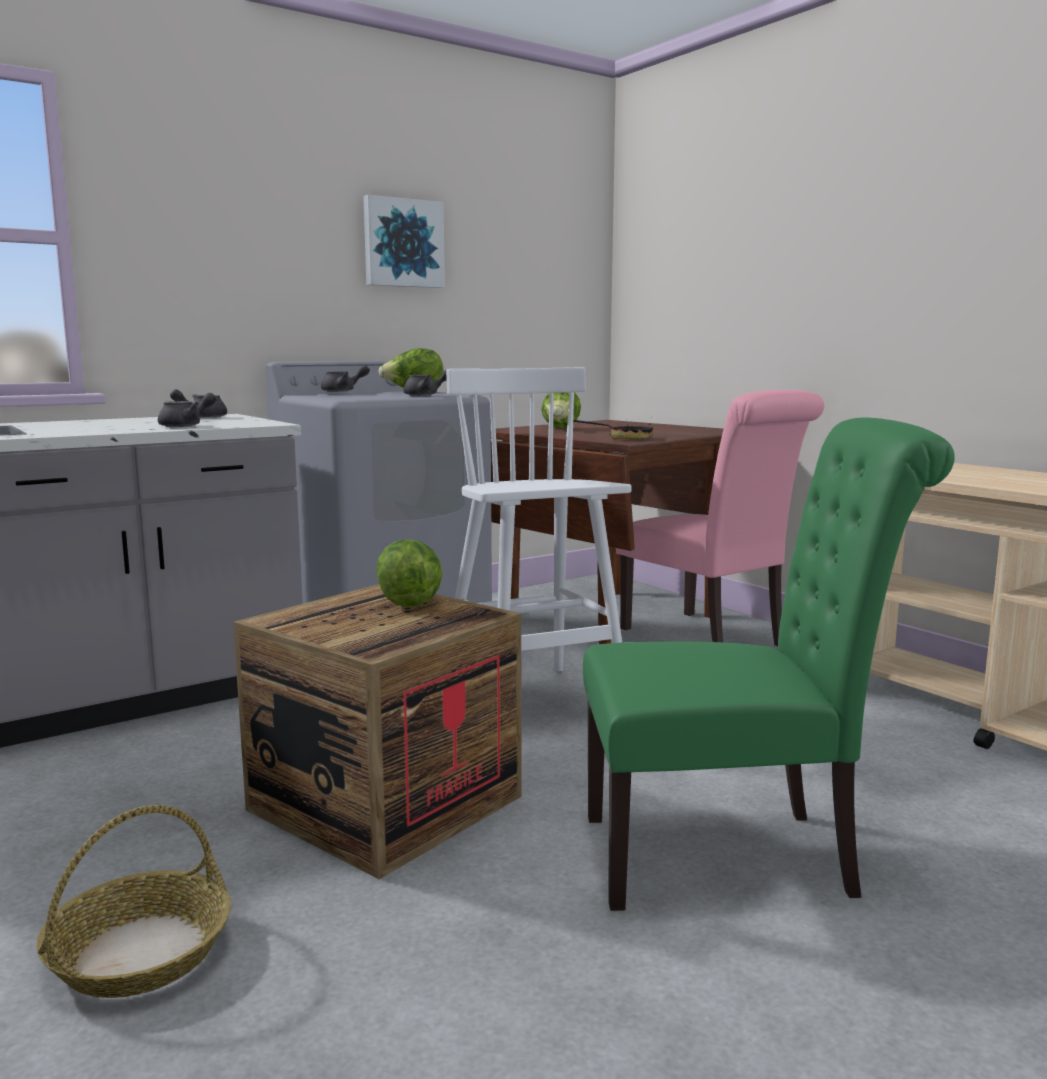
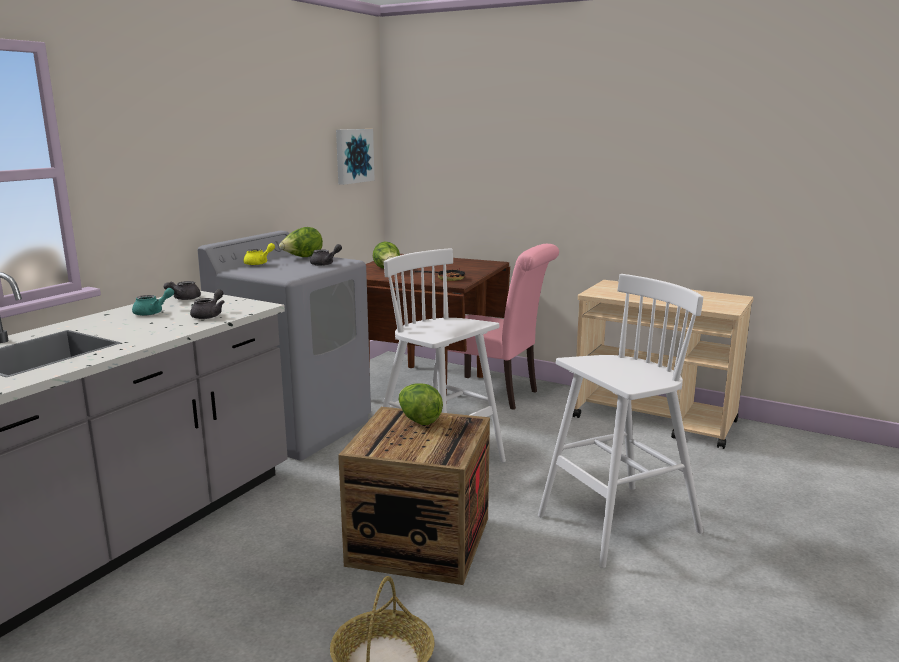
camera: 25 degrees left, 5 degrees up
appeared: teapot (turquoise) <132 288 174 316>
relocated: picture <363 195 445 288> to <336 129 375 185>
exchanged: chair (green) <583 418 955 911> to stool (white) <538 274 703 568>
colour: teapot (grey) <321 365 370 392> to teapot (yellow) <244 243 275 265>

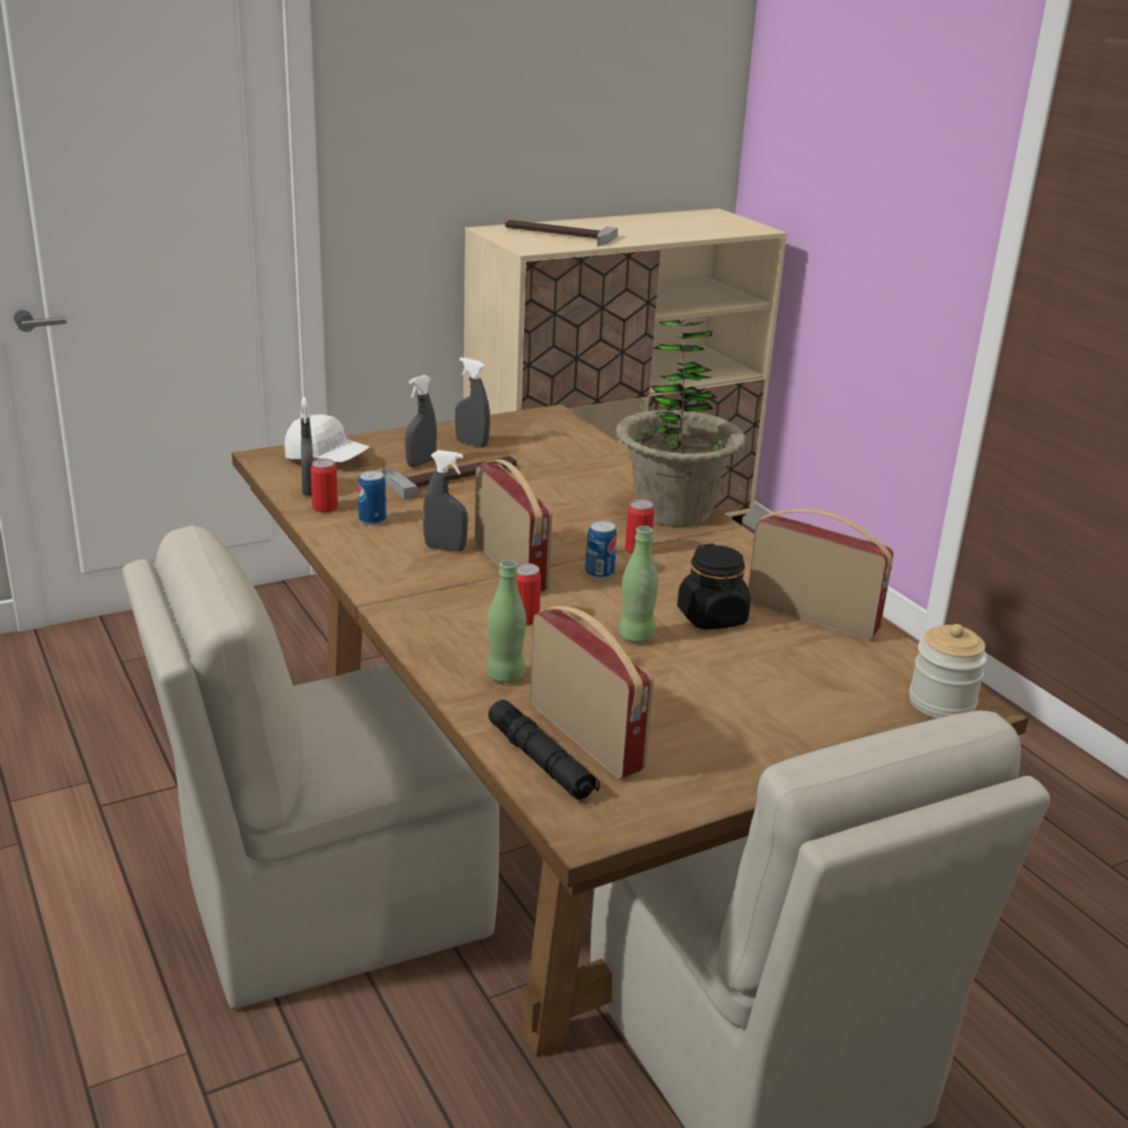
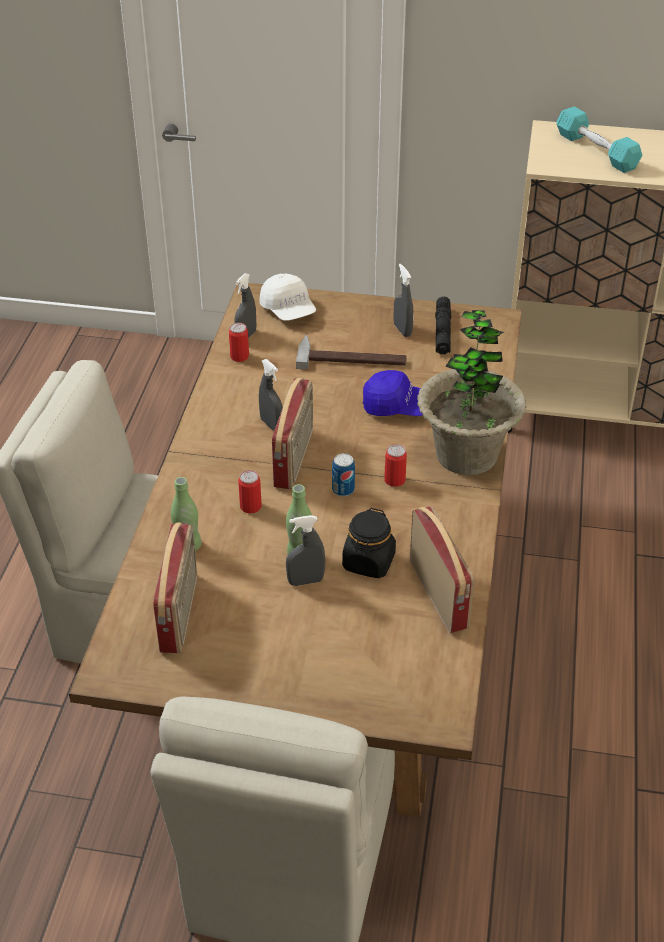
camera: 40 degrees right, 15 degrees up
missing: can <358 471 386 525>; jar <909 624 988 718>
appeared: cap (blue) <363 370 423 416>
relocated: spray bottle (grey) <405 375 437 467> to <286 515 326 586>; flashlight (black) <488 699 600 800> to <435 296 451 354>
exchanged: hammer <505 220 618 246> to dumbbell (turquoise) <557 107 642 173>

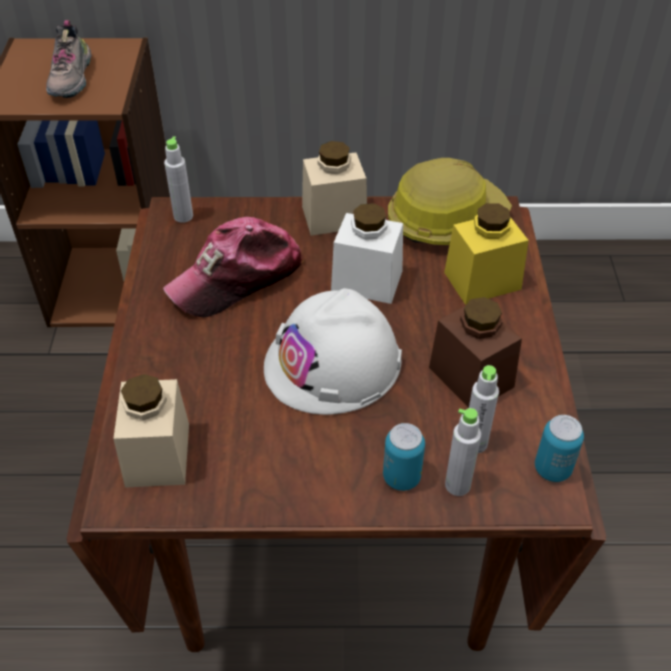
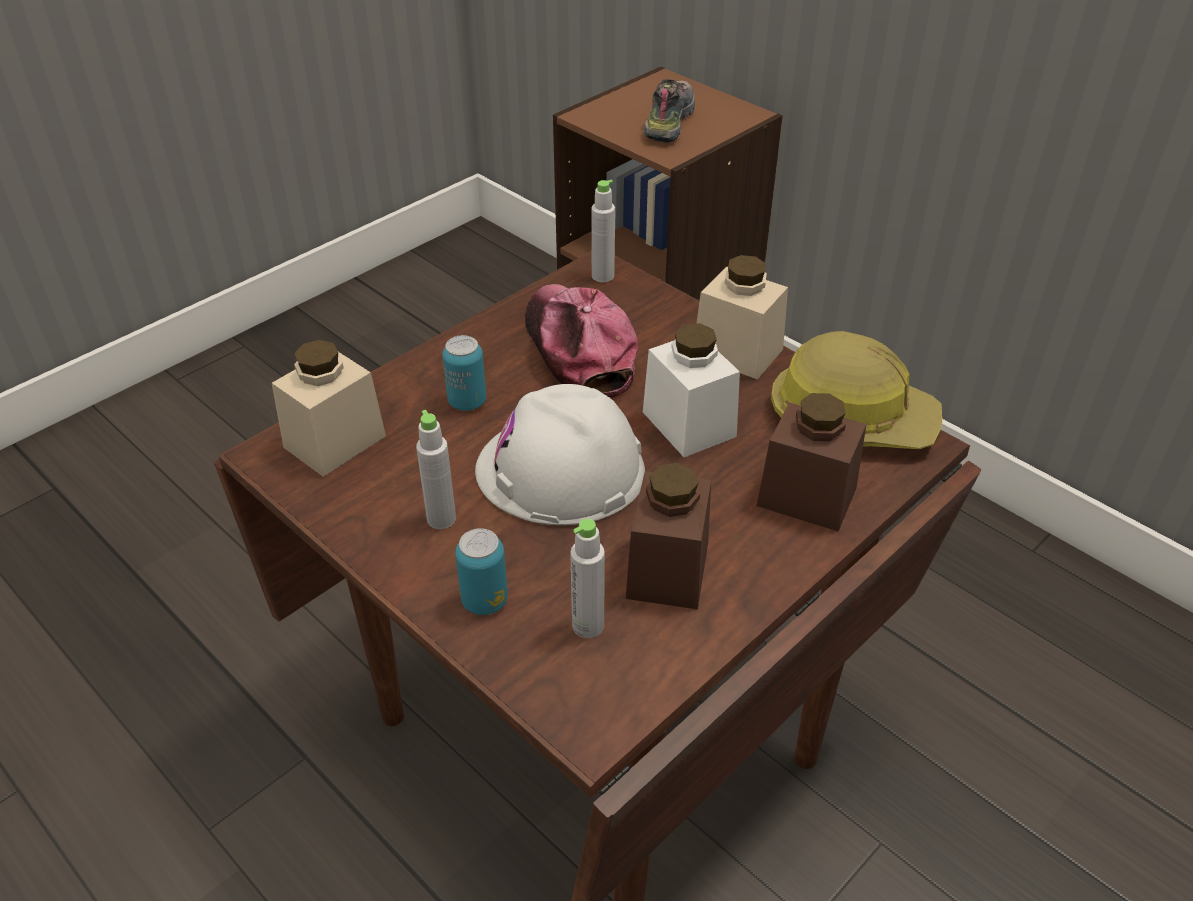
camera: 45 degrees right, 5 degrees down
relocated: bottle (grey) <445 408 481 496> to <416 410 456 529>; can <535 415 584 482> to <442 335 486 411>
colour: jar (yellow) <444 203 529 305> to jar (brown) <757 393 866 532>
spun: shoe <46 20 92 98> = <644 79 695 143> 150 degrees clockwise; cap <163 217 304 318> = <525 284 638 399> 60 degrees clockwise

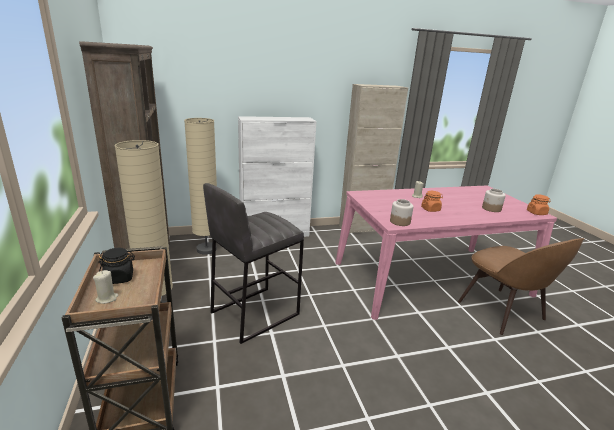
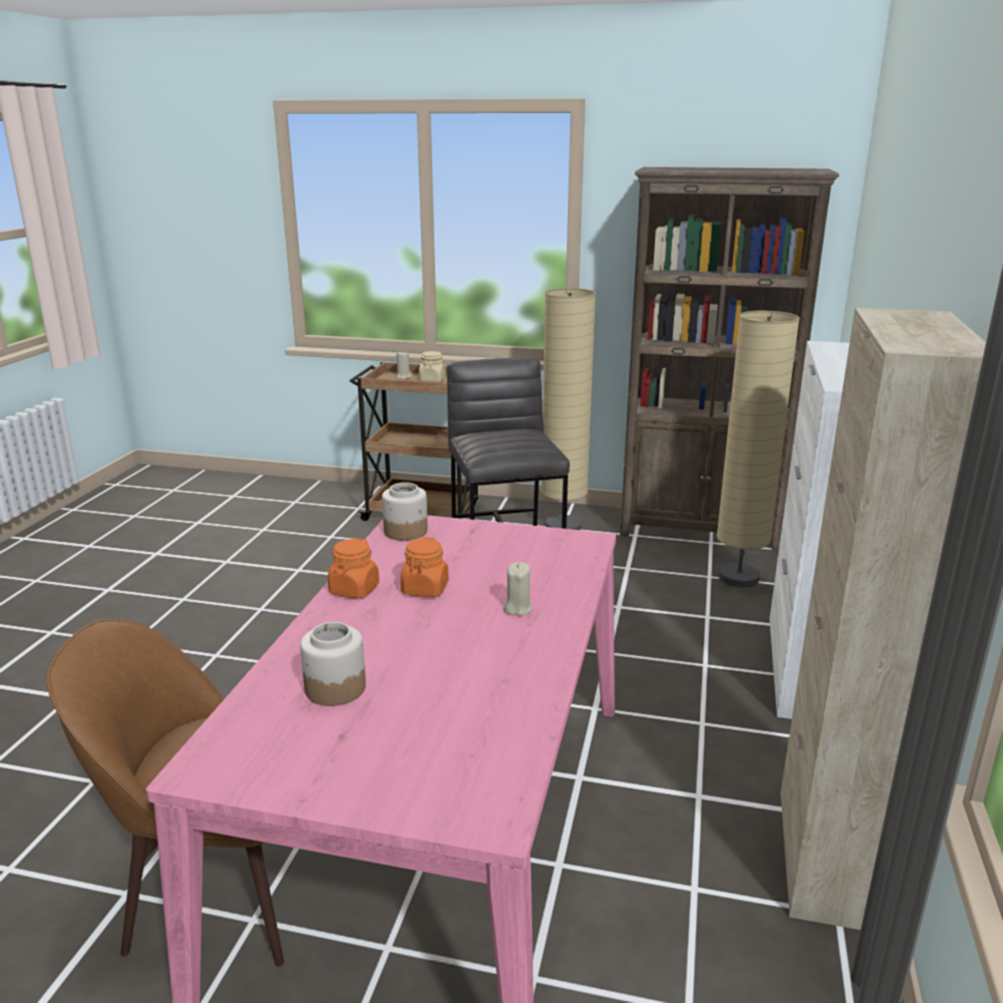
camera: 120 degrees right, 0 degrees up
relocated: jar (orange) <527 194 551 215> to <328 538 379 598>
colour: jar (black) <98 248 135 284> to jar (beige) <419 351 445 382>

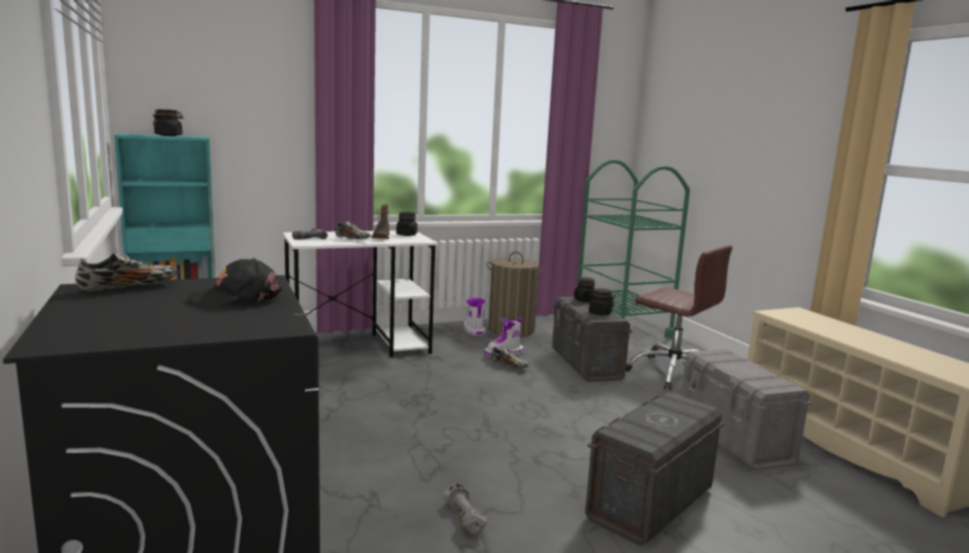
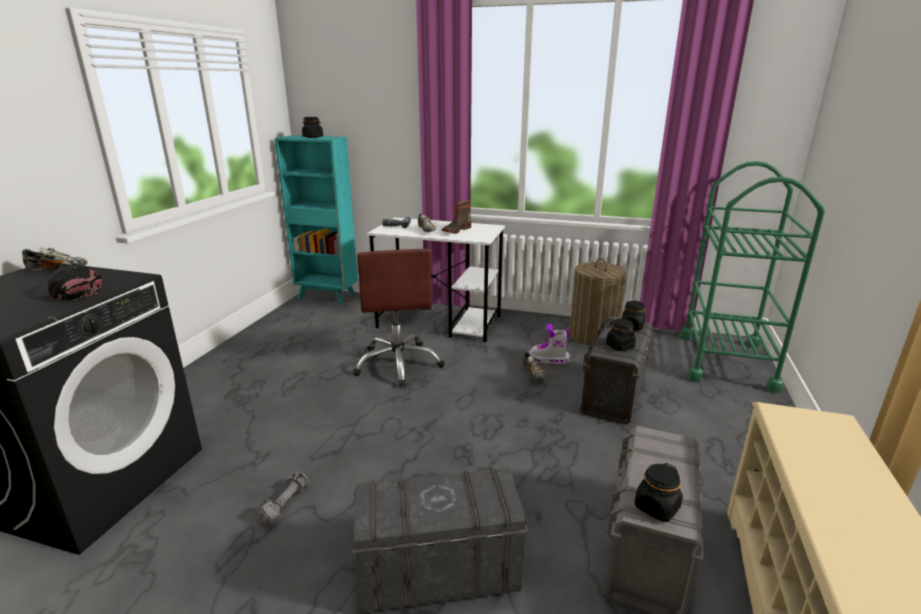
camera: 40 degrees right, 10 degrees up
missing: boot <463 297 486 336>
relocated: jar (black) <396 212 418 236> to <634 463 683 522>; office chair (brown) <626 245 733 390> to <352 249 445 388>

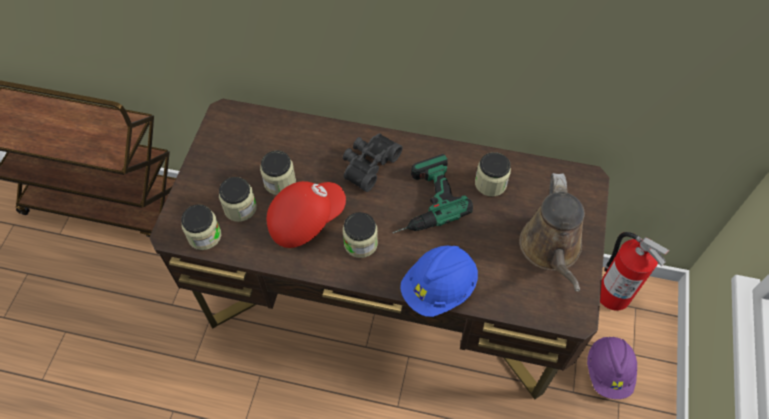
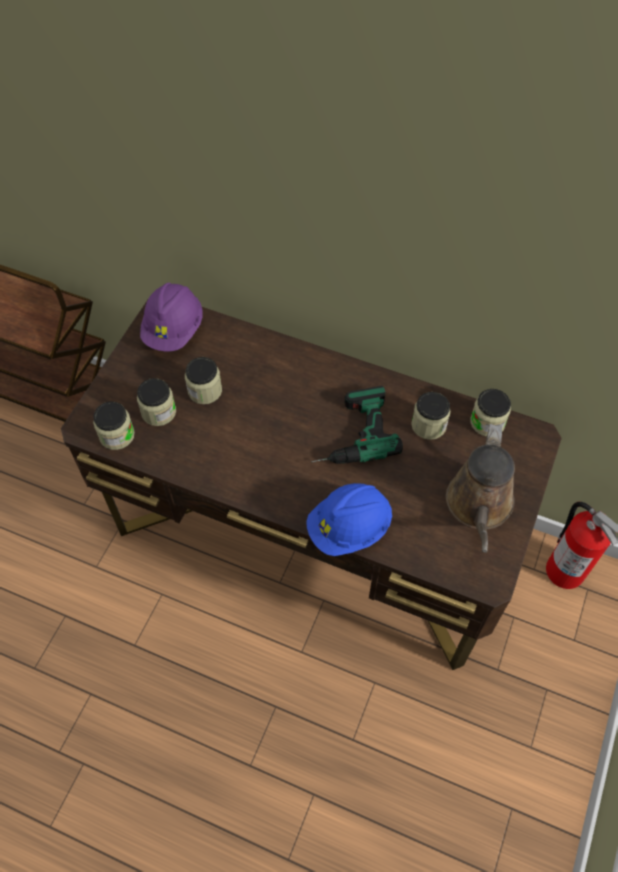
camera: 10 degrees right, 0 degrees up
missing: binoculars (black) <343 133 402 192>; cap (red) <267 181 346 248>
relocated: jar <343 212 378 258> to <470 389 511 436>; hard hat (purple) <587 337 637 399> to <140 283 203 351>

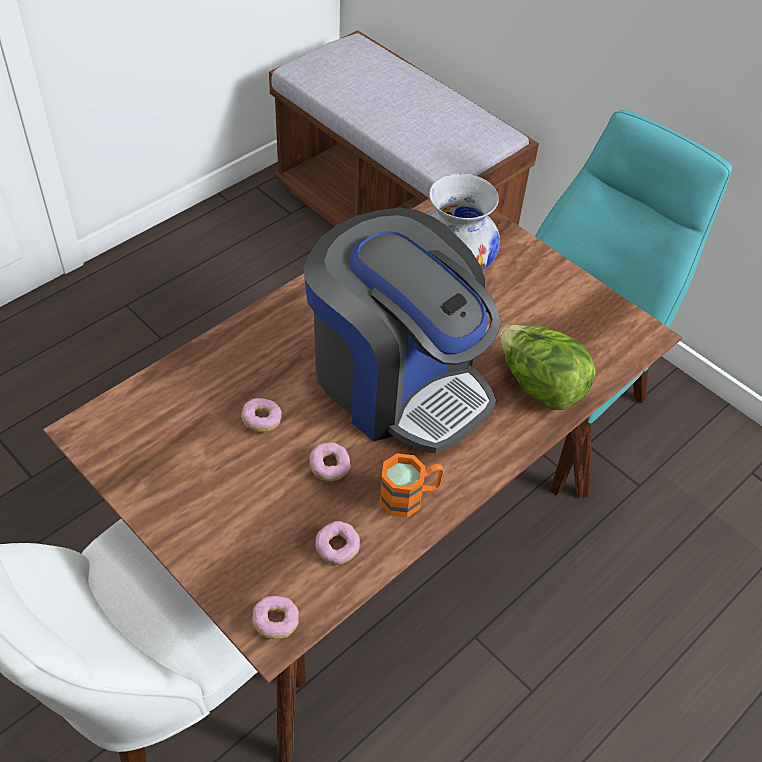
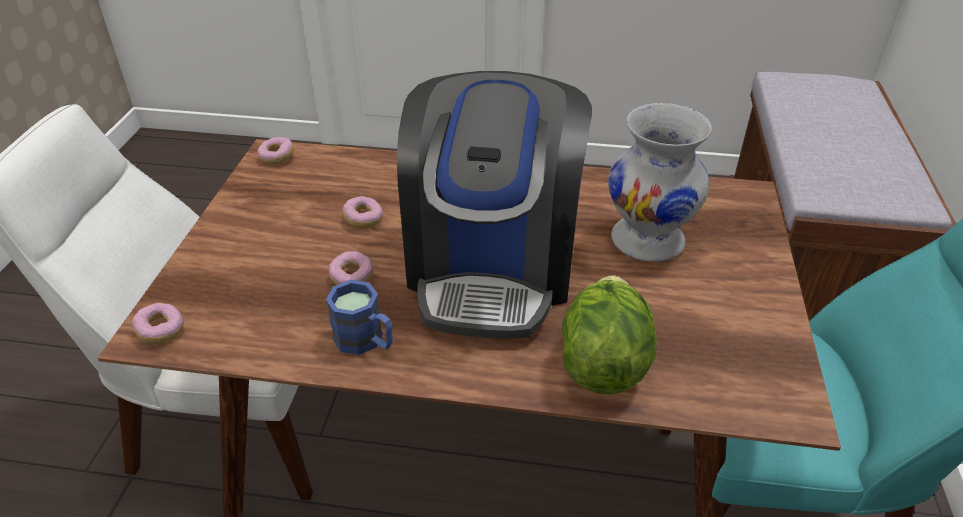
camera: 55 degrees right, 10 degrees down
relocated: donut <315 521 360 565> to <258 137 294 165>
colour: mug (orange) <379 453 444 518> to mug (blue) <326 280 393 355>

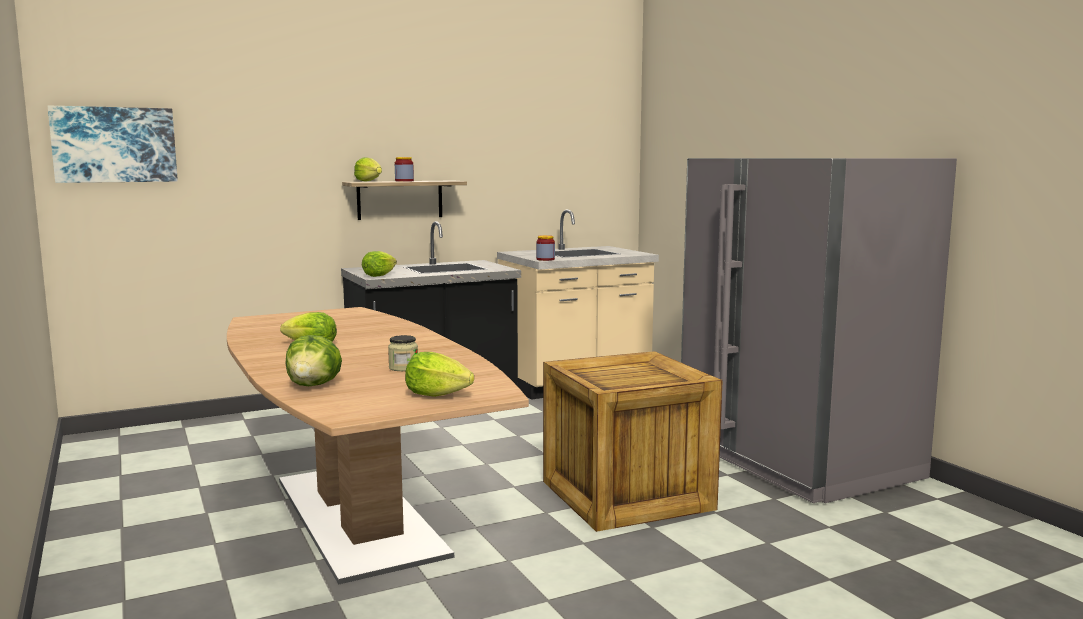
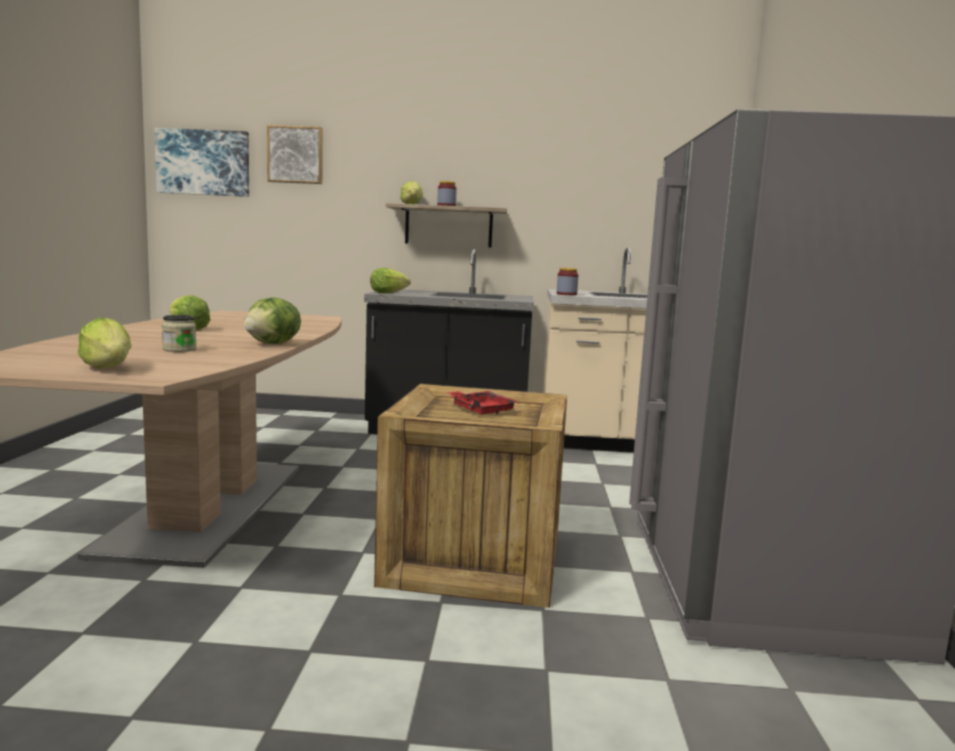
camera: 30 degrees right, 0 degrees up
appeared: picture <267 125 323 184>; tray (red) <446 391 518 414>
relocated: lettuce <286 335 342 386> to <244 298 301 344>

